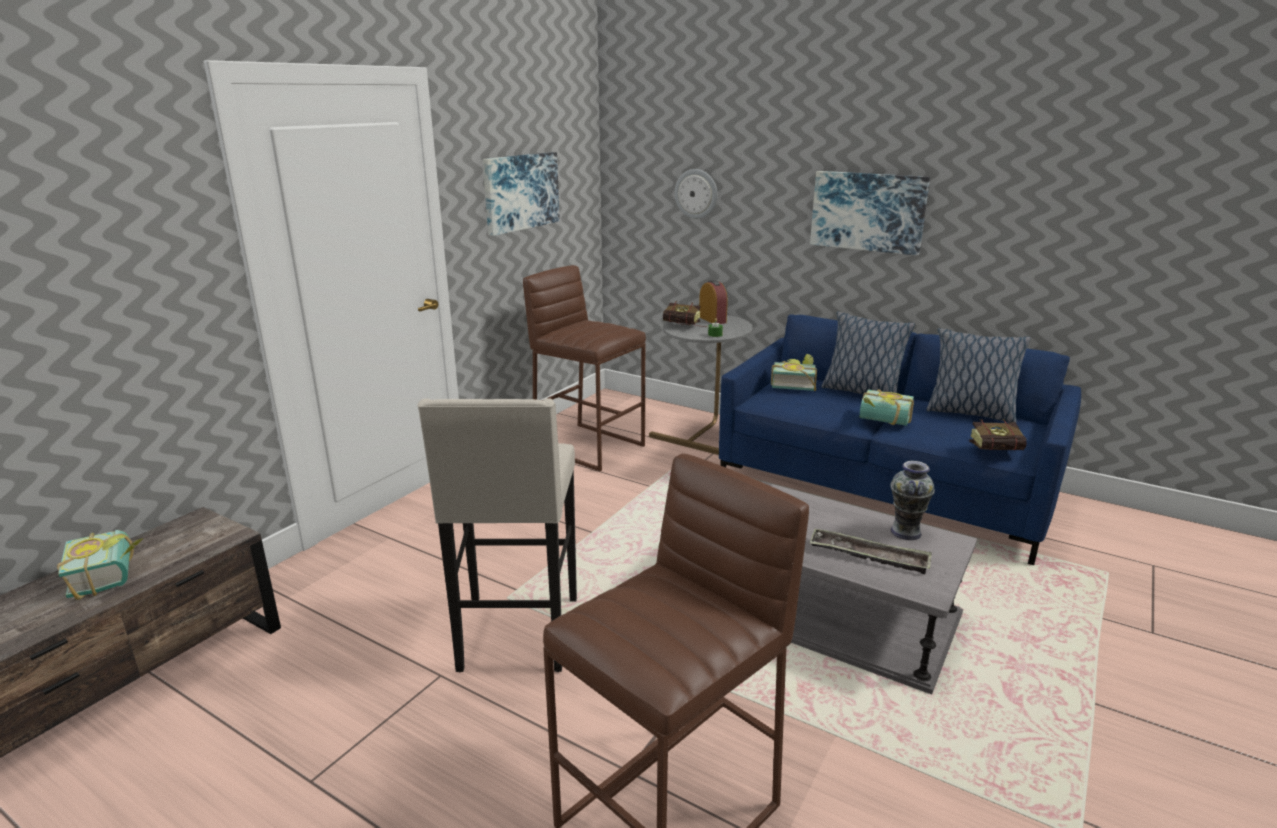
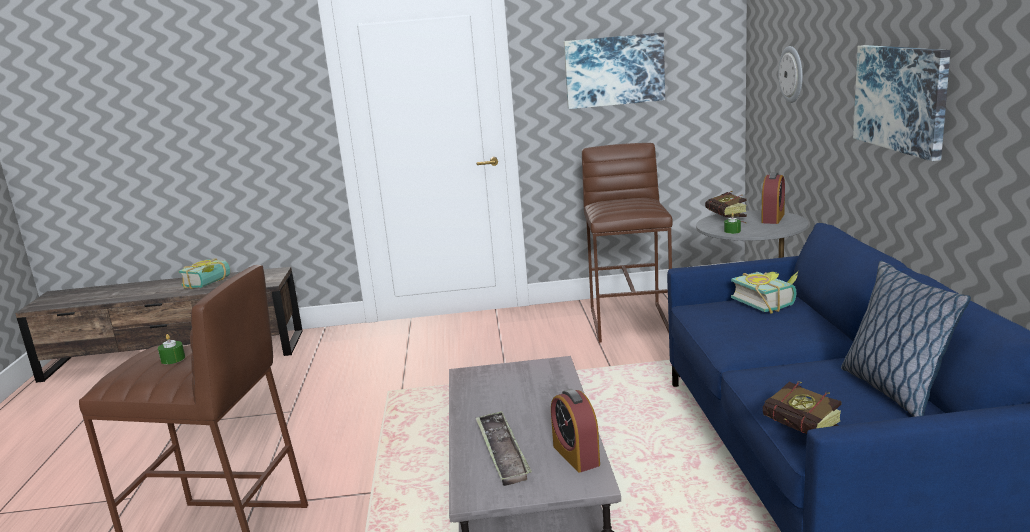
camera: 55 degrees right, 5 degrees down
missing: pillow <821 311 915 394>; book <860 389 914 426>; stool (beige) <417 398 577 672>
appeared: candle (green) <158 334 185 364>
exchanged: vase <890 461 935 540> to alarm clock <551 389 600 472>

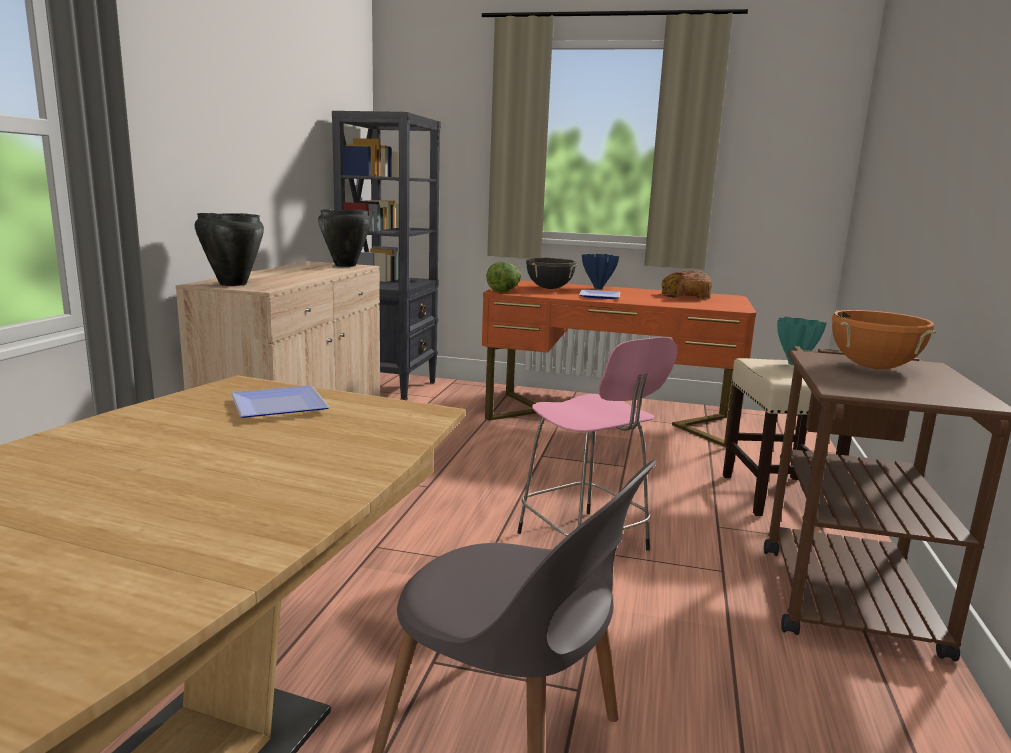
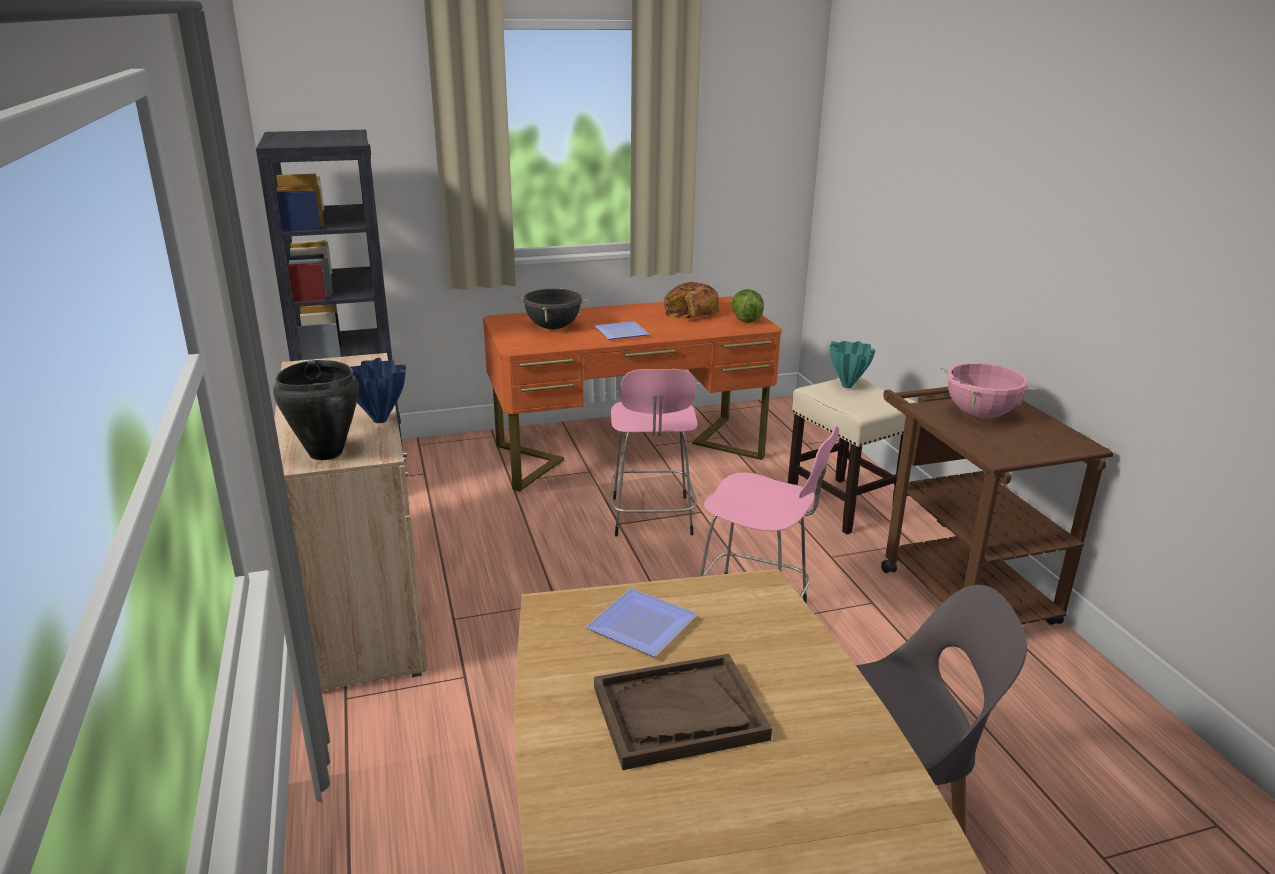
camera: 30 degrees left, 10 degrees up
missing: cooking pot (black) <318 209 371 267>
appeared: stool (pink) <610 369 698 537>; tray (brown) <594 654 772 770>
relocated: vase (blue) <582 254 619 289> to <351 358 406 423>; lettuce <486 261 521 292> to <732 289 764 323>
colour: cooking pot (orange) <832 310 936 369> to cooking pot (pink) <940 363 1037 418>

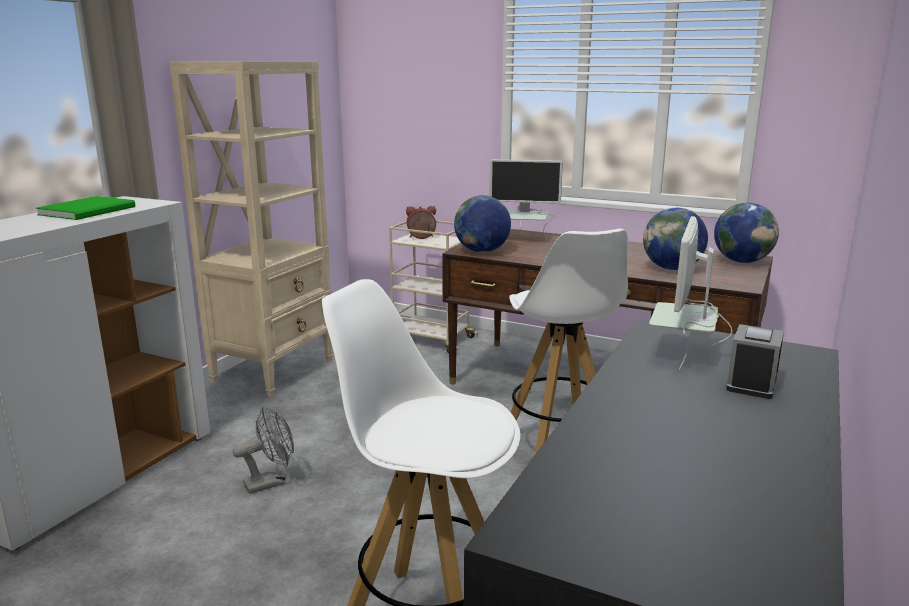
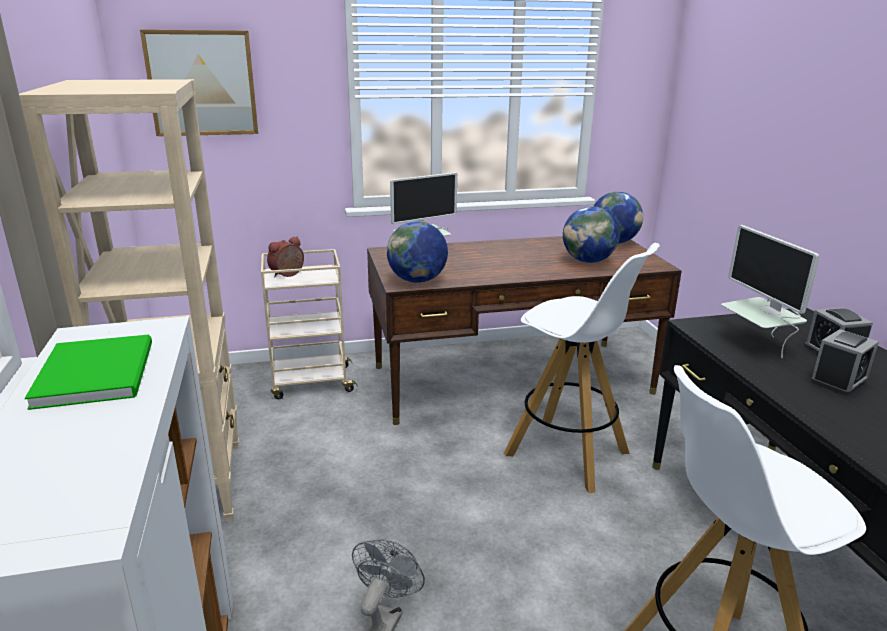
camera: 40 degrees left, 5 degrees up
appeared: picture <140 29 258 136>; alarm clock <810 329 879 396>

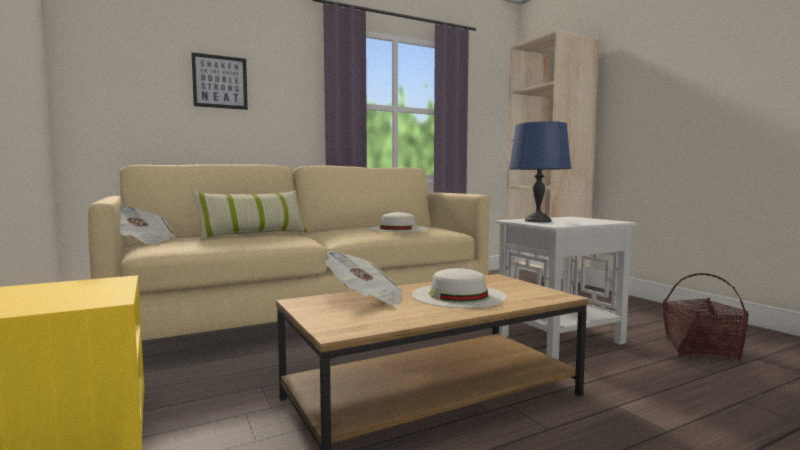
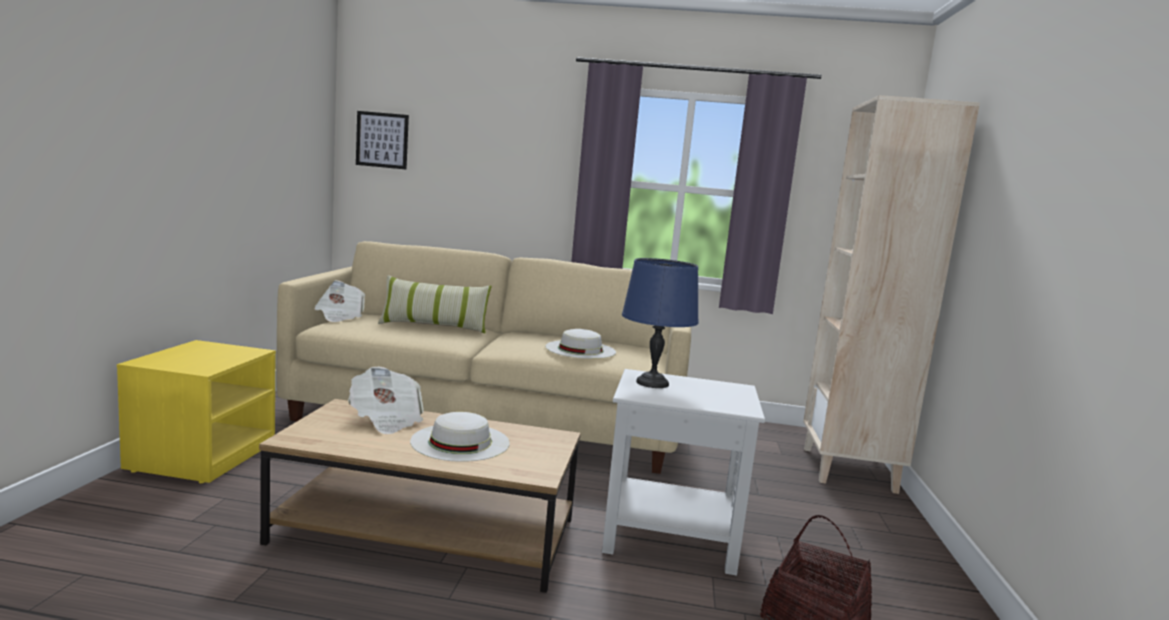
camera: 35 degrees right, 5 degrees up
relocated: picture <191 53 248 110> to <356 111 409 169>

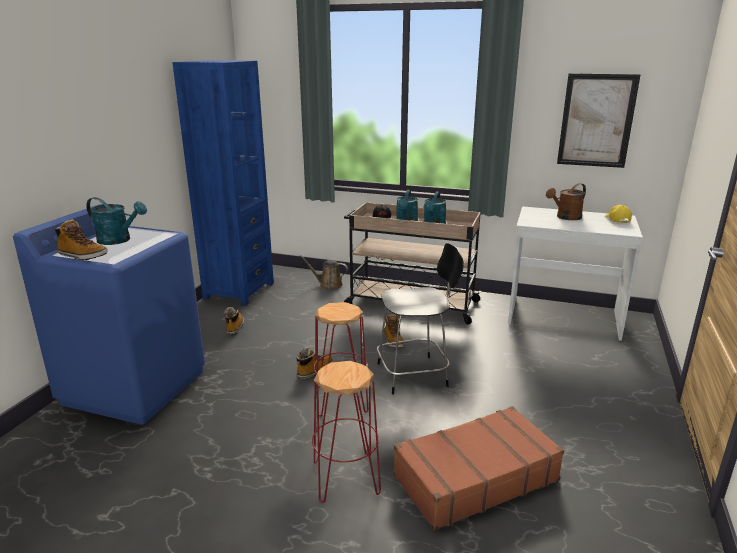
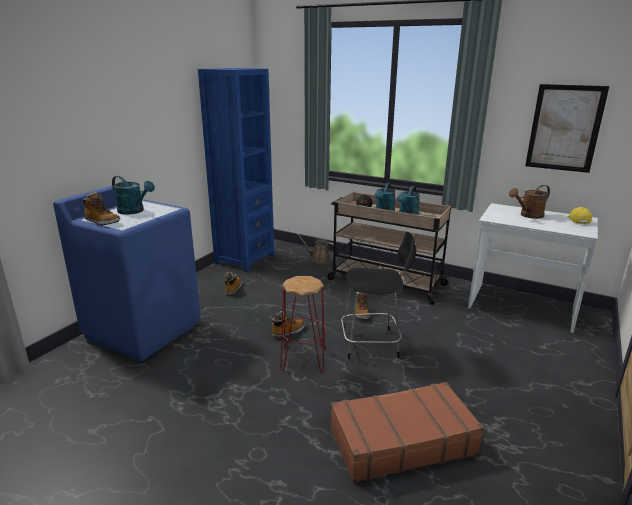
camera: 10 degrees right, 0 degrees up
missing: stool (red) <312 361 381 503>

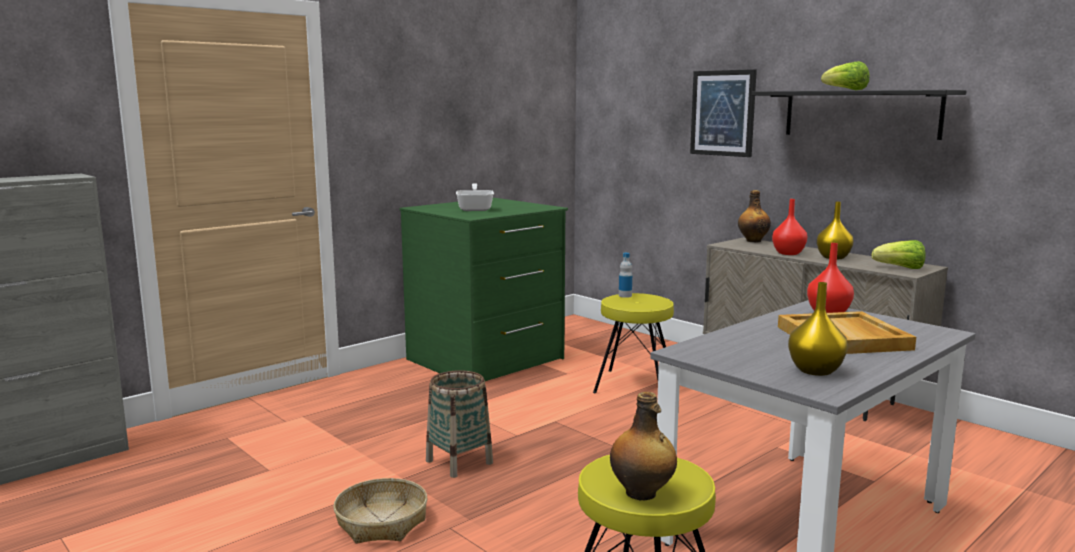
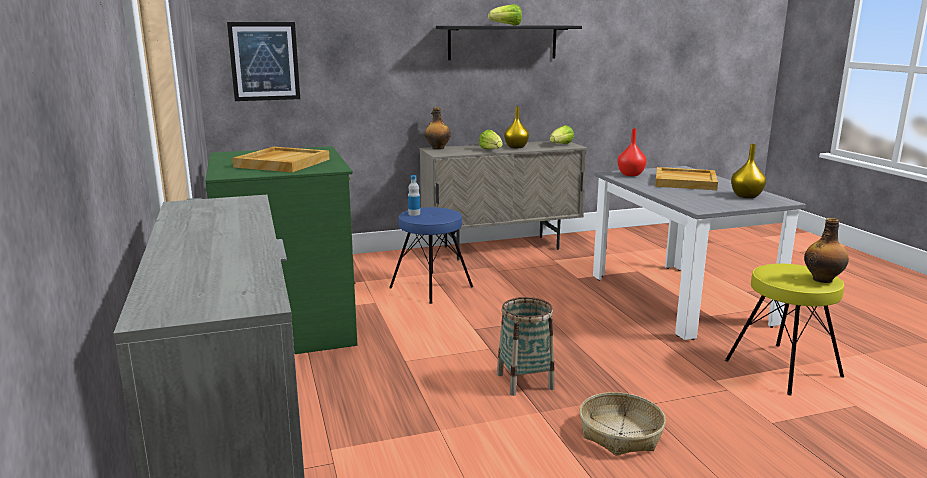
camera: 65 degrees left, 5 degrees up
relocated: picture <690 69 757 157> to <227 22 300 101>
exchanged: frying pan <456 183 494 211> to tray (beige) <233 147 330 173>; vase (red) <772 199 807 255> to lettuce <479 130 503 149>
colour: stool (yellow) <593 293 674 393> to stool (blue) <389 207 473 304>

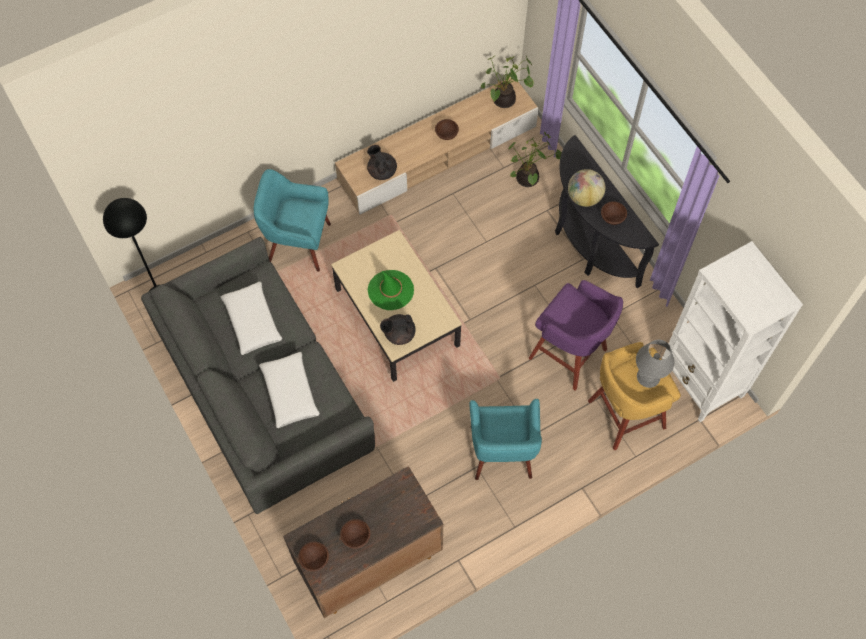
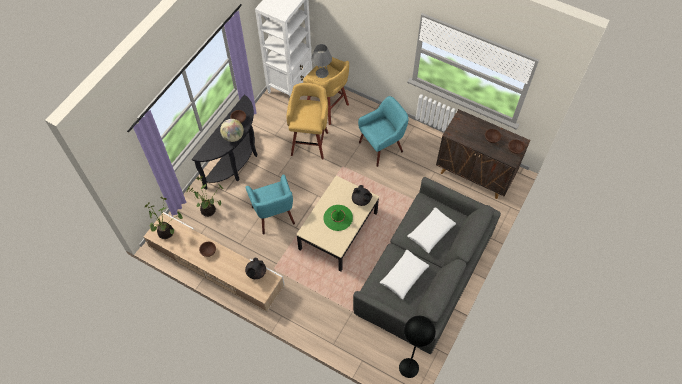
camera: 120 degrees left, 5 degrees down
relocated: armchair (turquoise) <254 169 331 272> to <246 175 295 234>
colour: stool (purple) <528 280 623 391> to stool (yellow) <287 83 328 159>

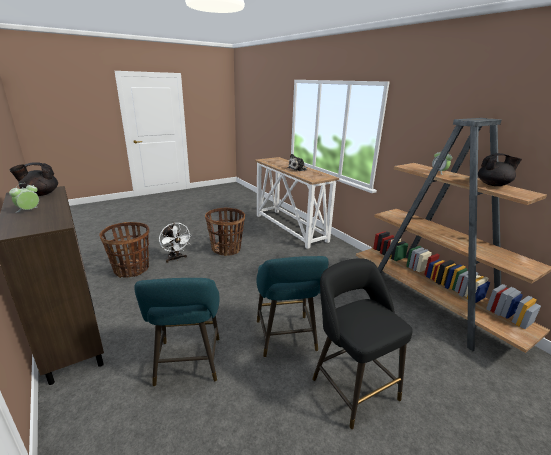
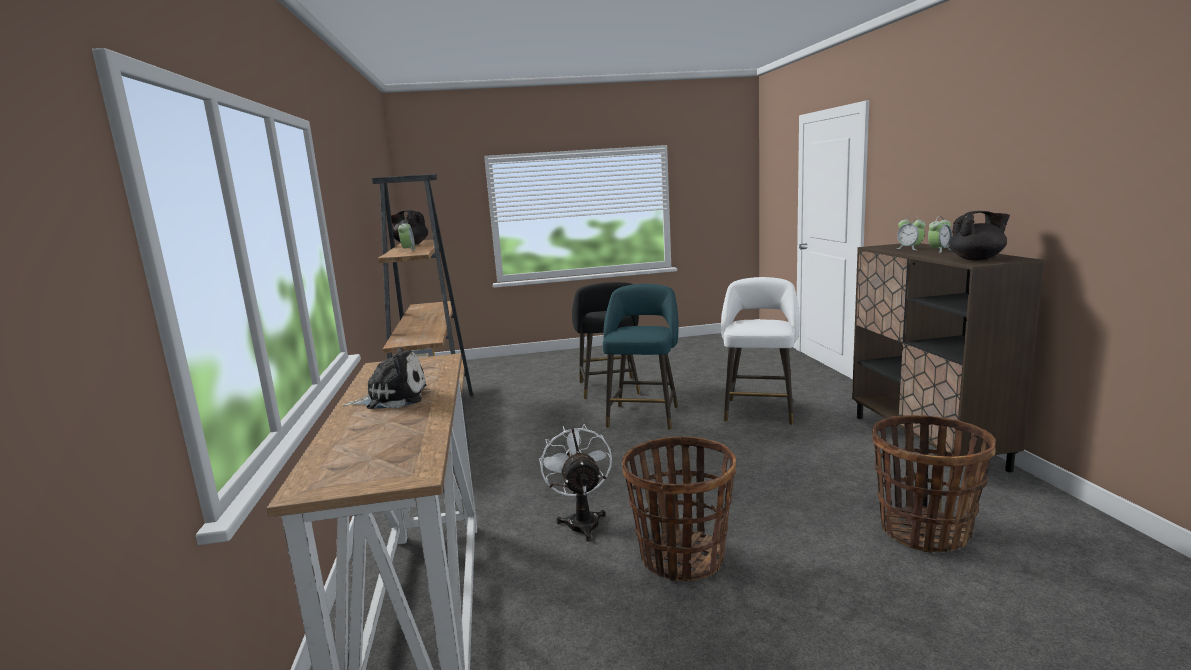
camera: 155 degrees left, 10 degrees down
appeared: alarm clock <897 215 926 250>
relocated: fan (white) <159 223 192 263> to <539 424 612 542>
colour: stool (turquoise) <134 278 220 387> to stool (white) <721 277 800 425>

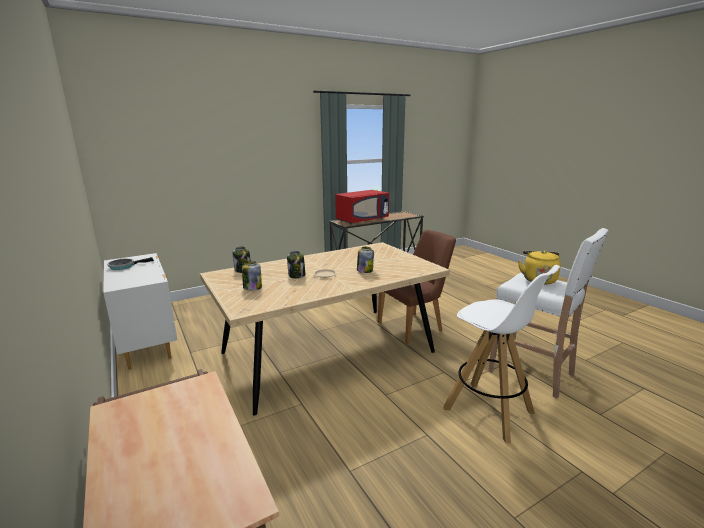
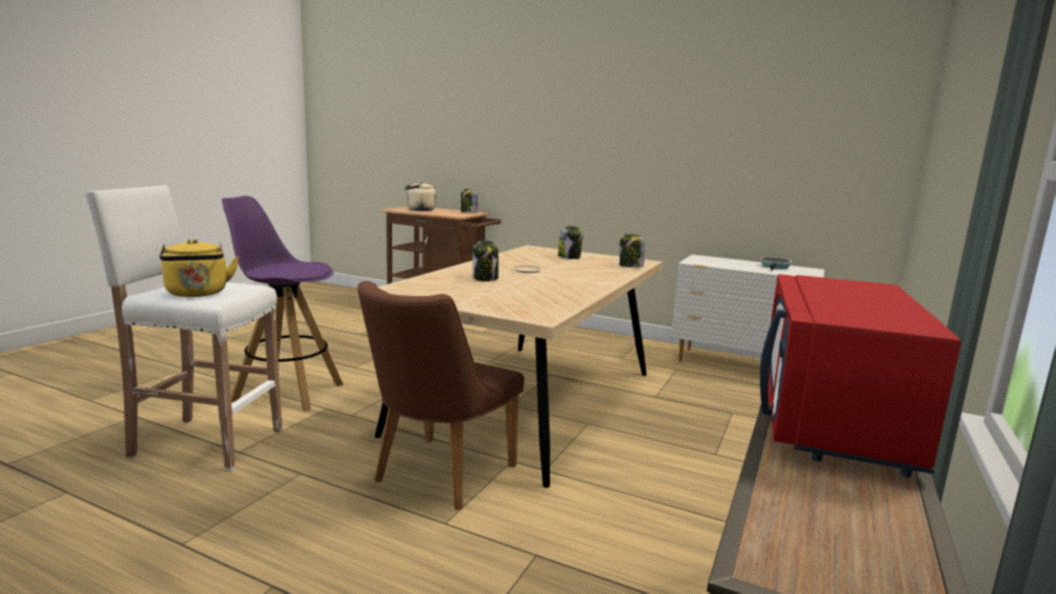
camera: 145 degrees right, 5 degrees down
appeared: kettle (beige) <405 182 436 211>
relocated: jar <287 251 305 279> to <461 189 478 212>
colour: stool (white) <443 265 560 443> to stool (purple) <222 196 343 412>

